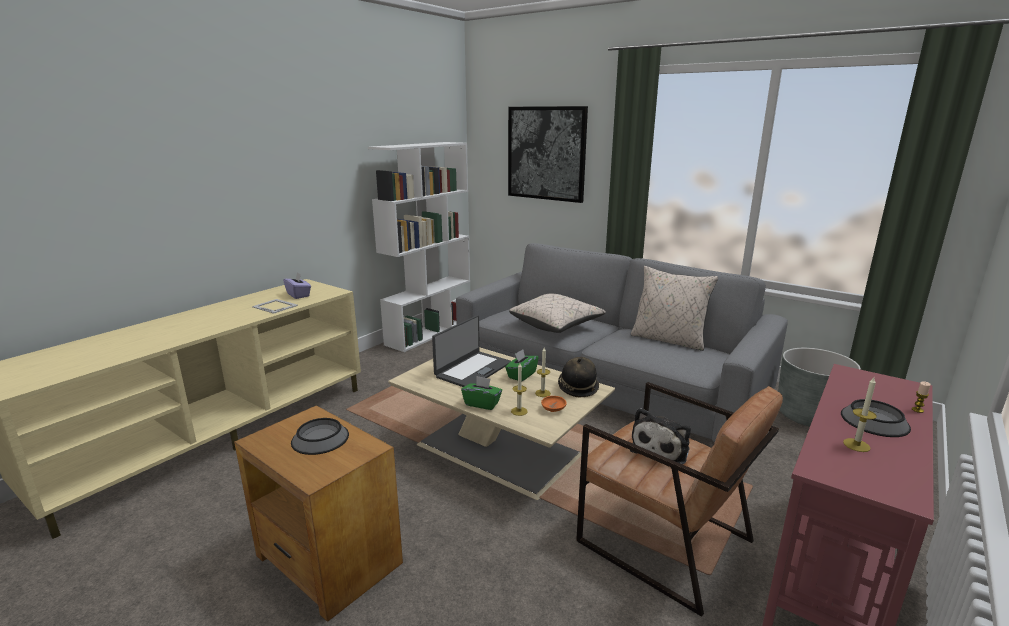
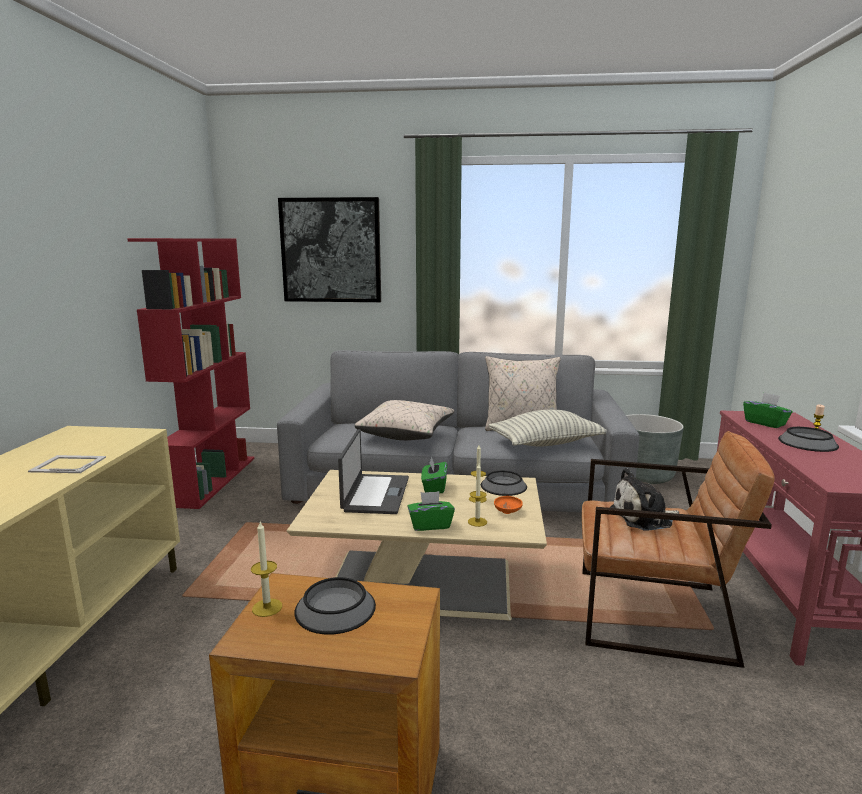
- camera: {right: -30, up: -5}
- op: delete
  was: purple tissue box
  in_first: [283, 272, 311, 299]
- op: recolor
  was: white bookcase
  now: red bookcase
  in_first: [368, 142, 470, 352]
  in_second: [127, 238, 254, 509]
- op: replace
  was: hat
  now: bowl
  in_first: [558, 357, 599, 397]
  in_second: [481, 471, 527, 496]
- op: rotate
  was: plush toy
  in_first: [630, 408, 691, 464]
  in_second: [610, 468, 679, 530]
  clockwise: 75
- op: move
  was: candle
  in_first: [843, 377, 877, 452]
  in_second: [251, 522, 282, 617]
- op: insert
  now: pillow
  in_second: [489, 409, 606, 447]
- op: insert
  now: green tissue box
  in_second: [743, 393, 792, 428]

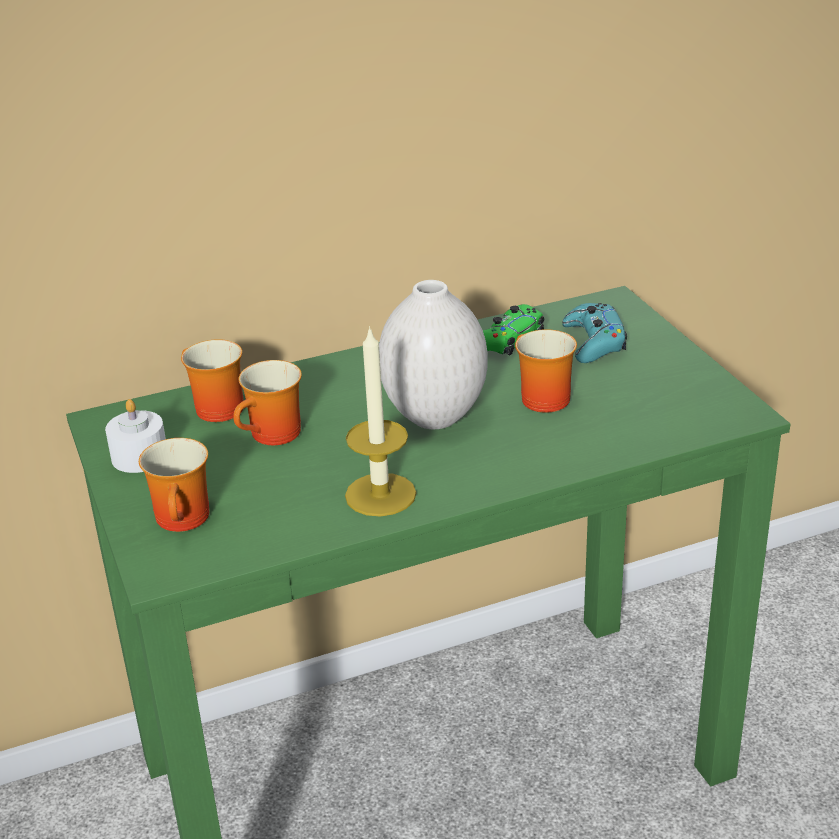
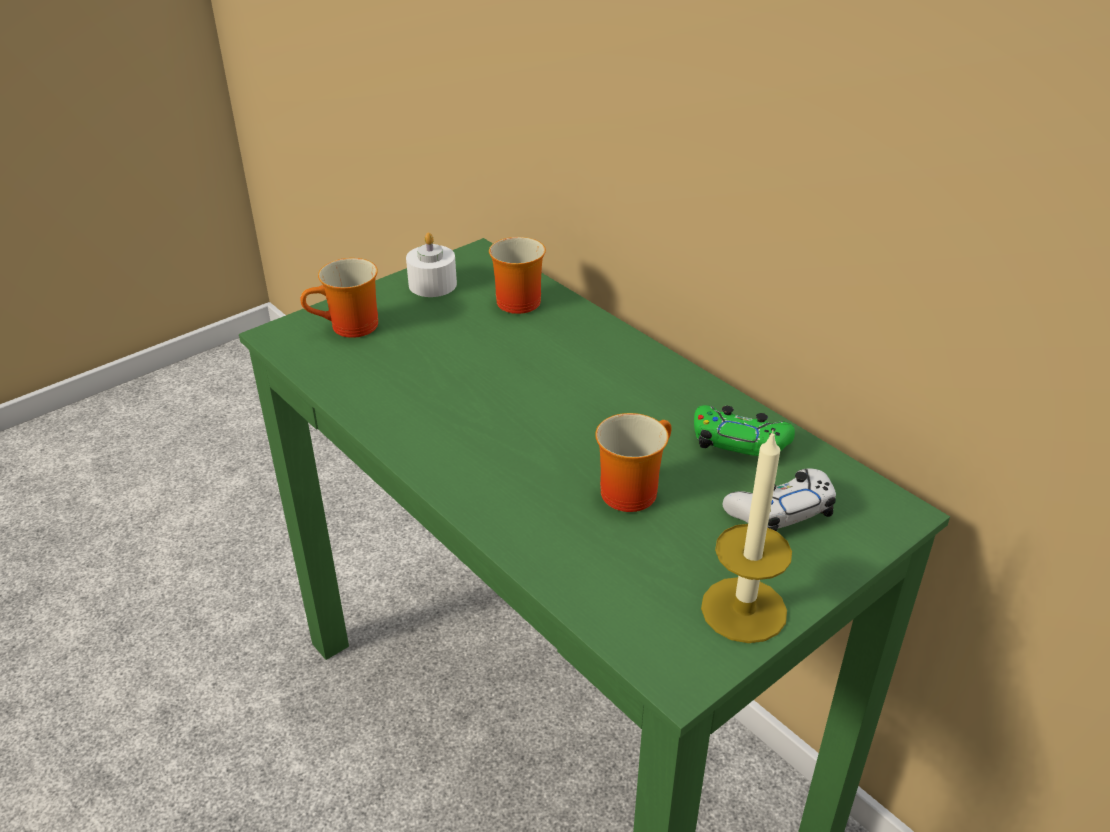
- camera: {right: 70, up: 5}
- op: delete
  was: mug
  in_first: [233, 360, 302, 445]
- op: move
  was: candle
  in_first: [345, 326, 416, 517]
  in_second: [701, 429, 792, 643]
- op: delete
  was: white vase
  in_first: [379, 280, 488, 429]
- op: recolor
  was: turquoise game controller
  now: white game controller
  in_first: [562, 303, 627, 363]
  in_second: [723, 468, 836, 531]

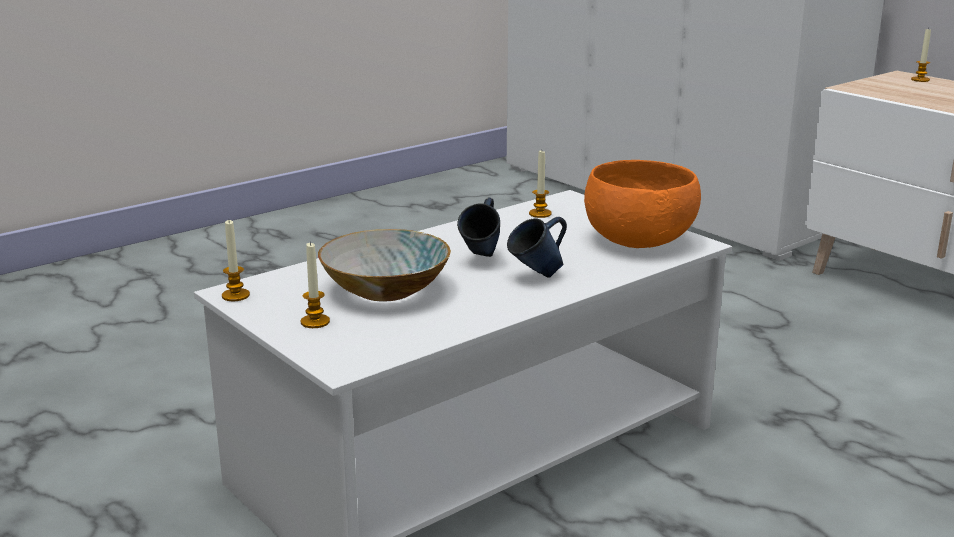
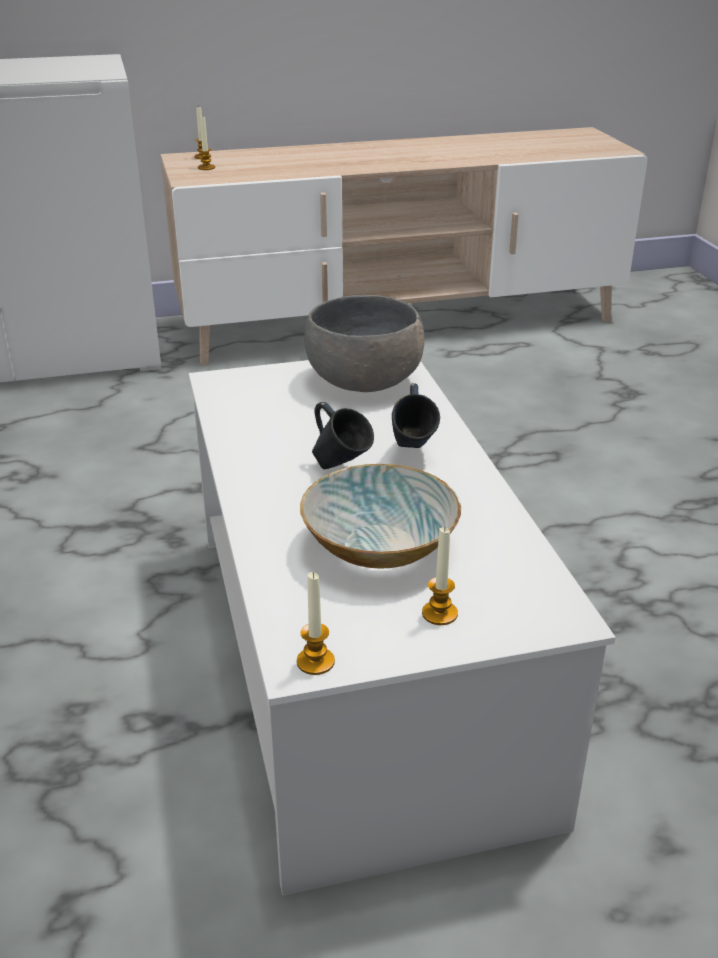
- camera: {right: -65, up: 10}
- op: move
  was: candle
  in_first: [529, 151, 552, 218]
  in_second: [198, 115, 215, 170]
- op: recolor
  was: orange bowl
  now: grey bowl
  in_first: [584, 160, 701, 248]
  in_second: [304, 295, 424, 392]

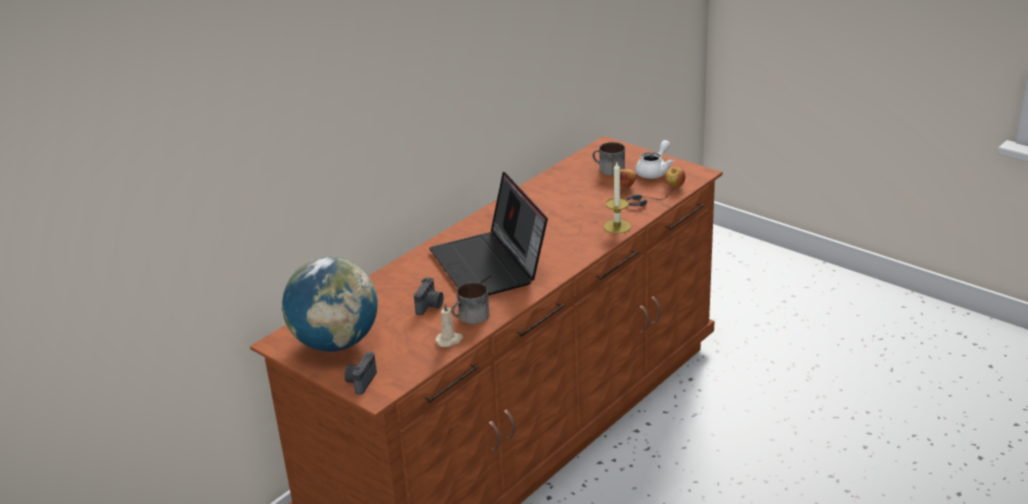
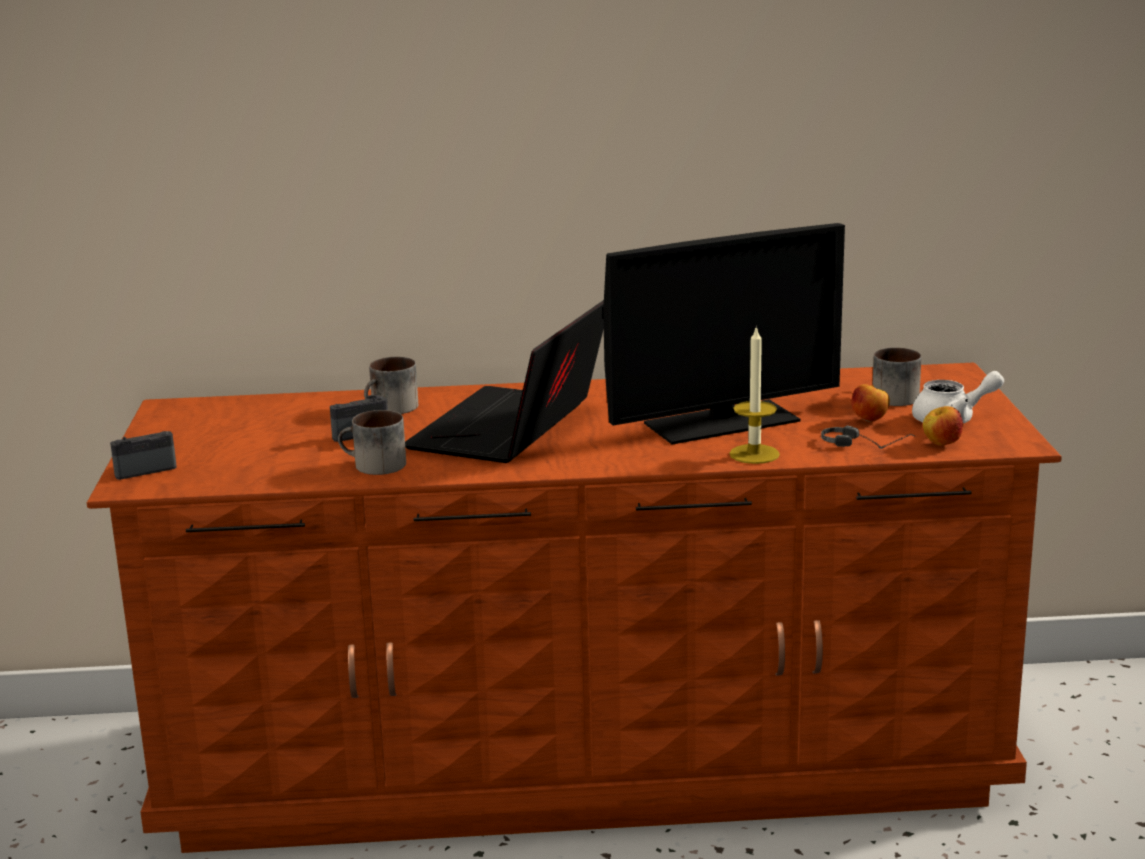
- camera: {right: 45, up: -10}
- op: delete
  was: globe
  in_first: [282, 257, 378, 352]
- op: delete
  was: beige candle
  in_first: [435, 302, 463, 347]
- op: insert
  now: mug
  in_second: [364, 357, 418, 414]
- op: insert
  now: monitor
  in_second: [603, 223, 845, 444]

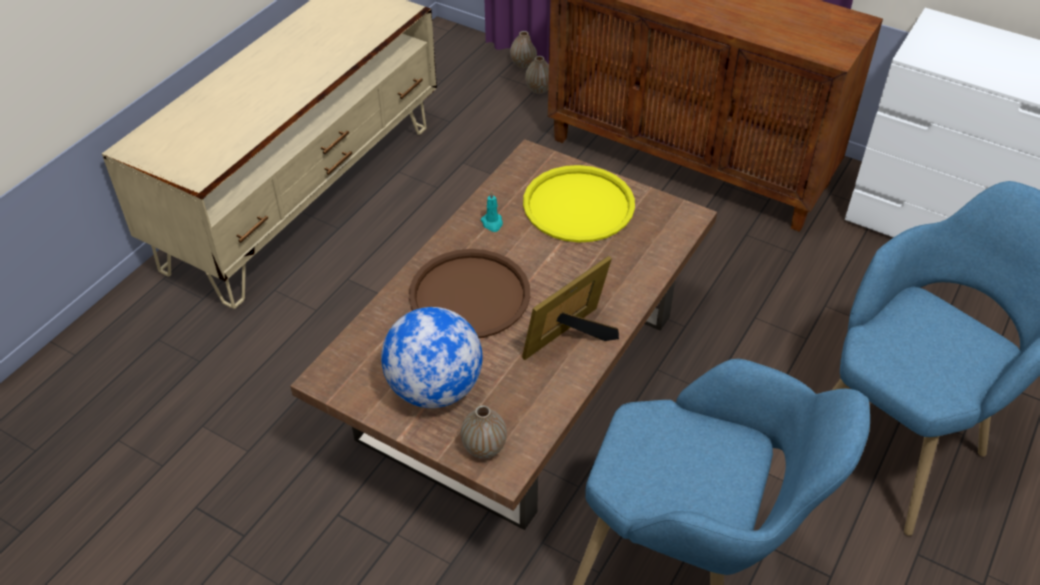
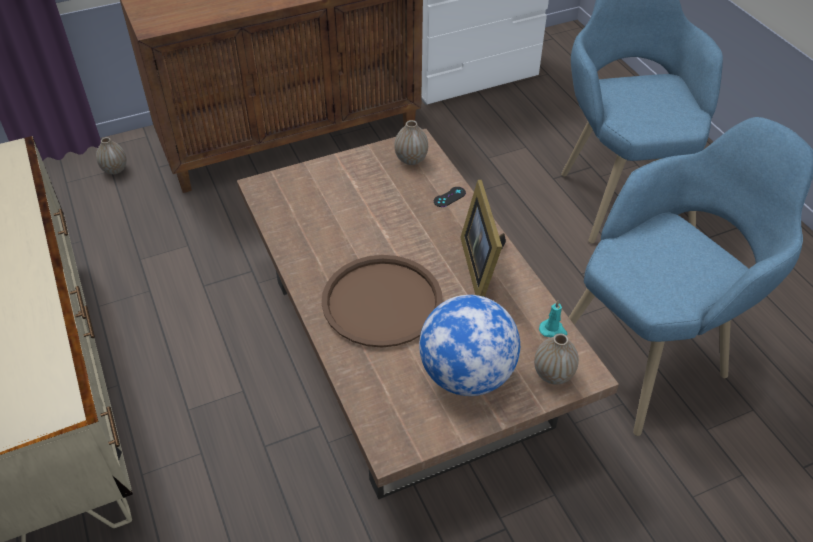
- camera: {right: -55, up: 0}
- op: move
  was: turquoise candle
  in_first: [481, 191, 503, 232]
  in_second: [539, 300, 568, 338]
- op: move
  was: vase
  in_first: [510, 31, 537, 68]
  in_second: [394, 120, 428, 165]
- op: delete
  was: yellow tray
  in_first: [523, 165, 635, 242]
- op: insert
  now: black game controller
  in_second: [434, 187, 466, 207]

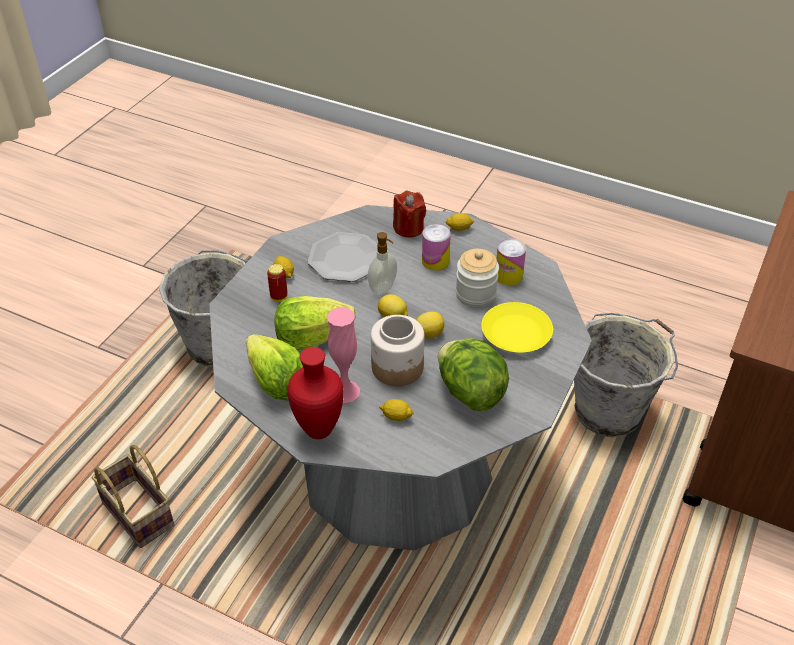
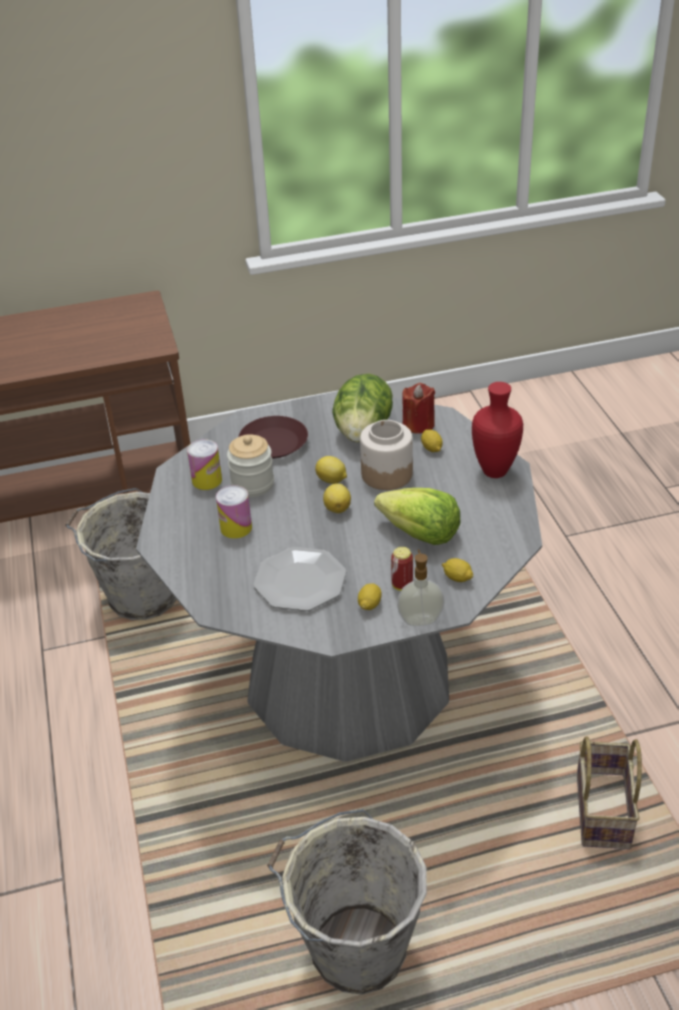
- camera: {right: -130, up: -5}
- op: delete
  was: lettuce
  in_first: [246, 334, 303, 401]
- op: delete
  was: pink vase
  in_first: [327, 307, 360, 403]
- op: move
  was: soap dispenser
  in_first: [368, 232, 397, 295]
  in_second: [397, 550, 445, 626]
- op: move
  was: red candle
  in_first: [393, 191, 426, 238]
  in_second: [402, 383, 435, 434]
- op: move
  was: lemon
  in_first: [446, 213, 474, 231]
  in_second: [442, 558, 473, 582]
- op: recolor
  was: yellow plate
  now: brown plate
  in_first: [482, 302, 553, 353]
  in_second: [239, 416, 308, 459]

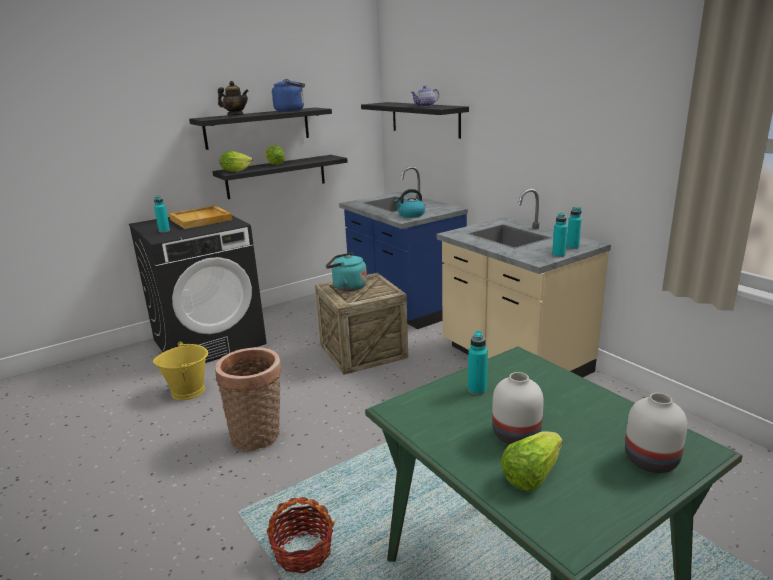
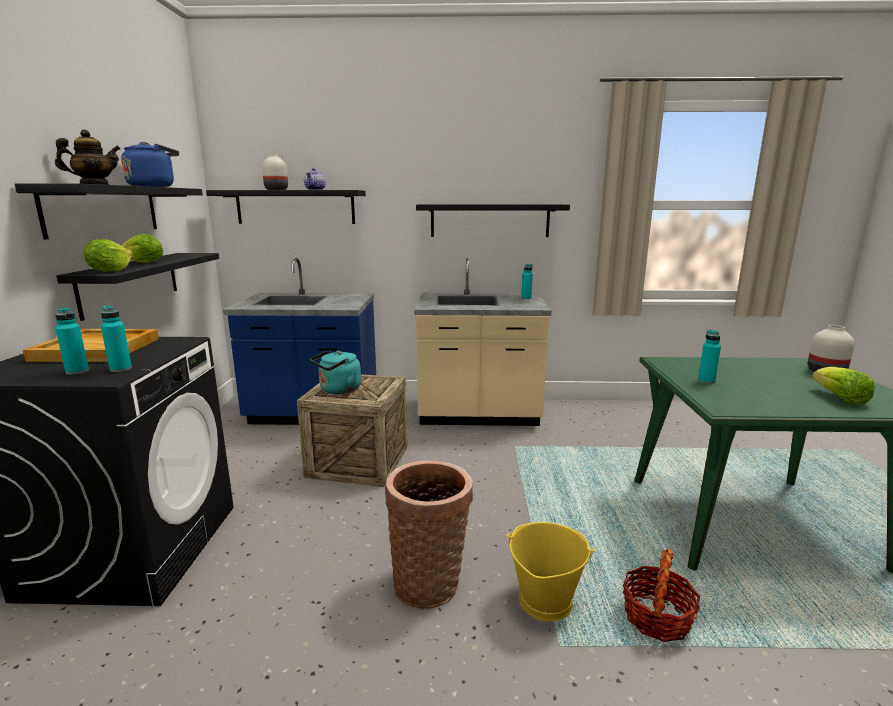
- camera: {right: -55, up: -5}
- op: move
  was: yellow bucket
  in_first: [153, 342, 208, 400]
  in_second: [506, 522, 595, 622]
- op: delete
  was: kettle
  in_first: [394, 189, 425, 218]
- op: move
  was: white vase
  in_first: [492, 372, 544, 444]
  in_second: [262, 155, 288, 190]
- op: move
  was: turquoise bottle
  in_first: [552, 213, 567, 257]
  in_second: [101, 305, 132, 372]
- op: insert
  now: black shelf
  in_second: [416, 204, 570, 237]

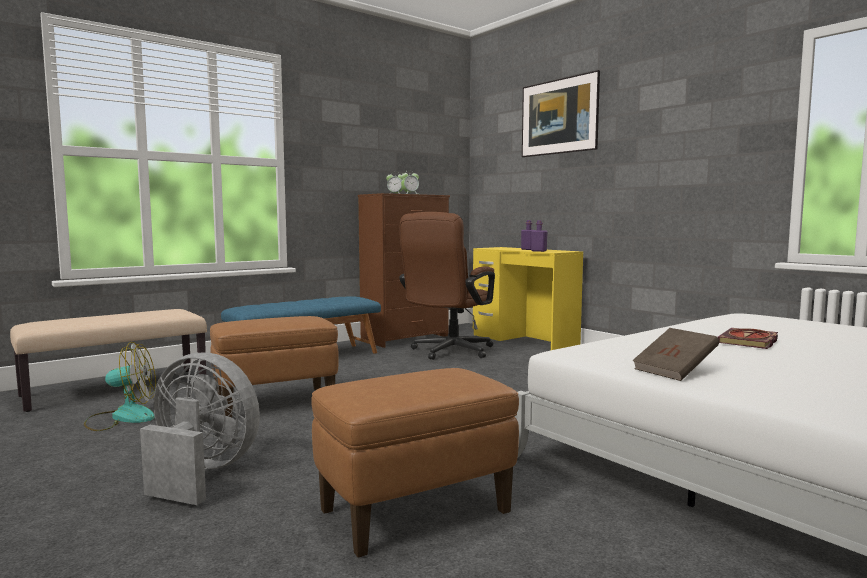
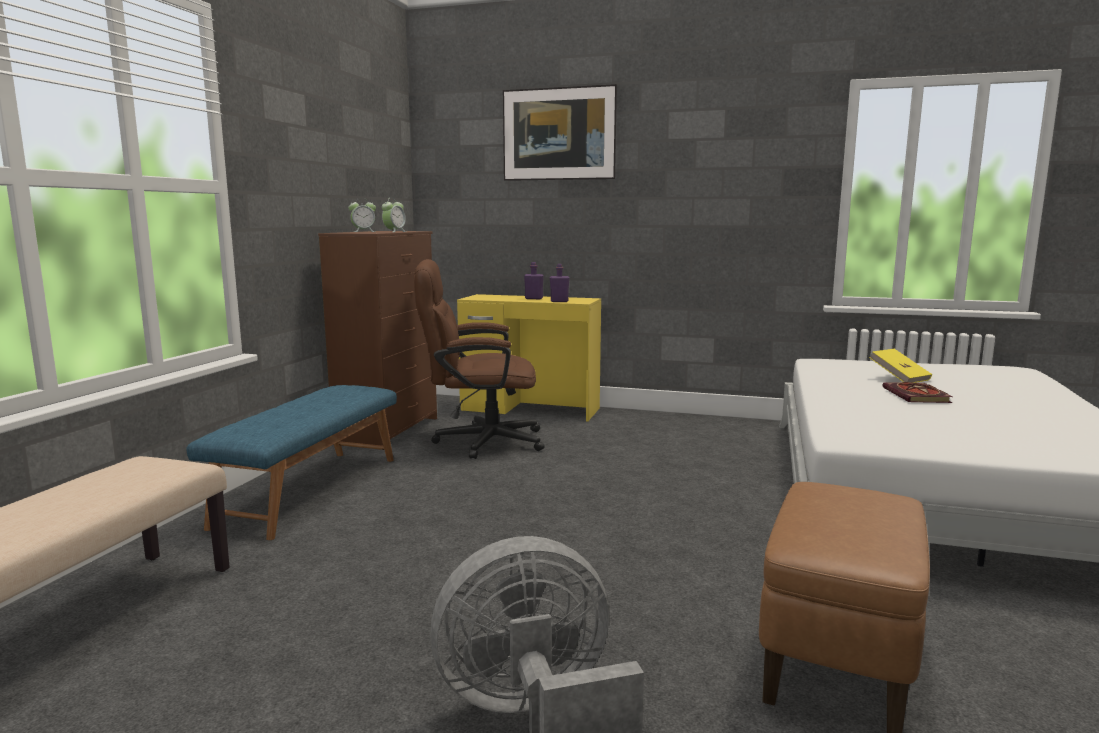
- camera: {right: -35, up: 5}
- op: delete
  was: fan
  in_first: [84, 342, 156, 431]
- op: delete
  was: brown ottoman
  in_first: [210, 316, 339, 417]
- op: rotate
  was: brown office chair
  in_first: [399, 212, 495, 360]
  in_second: [414, 259, 545, 459]
  clockwise: 90
- op: delete
  was: brown book
  in_first: [632, 328, 719, 381]
- op: insert
  now: yellow book
  in_second: [869, 349, 932, 383]

